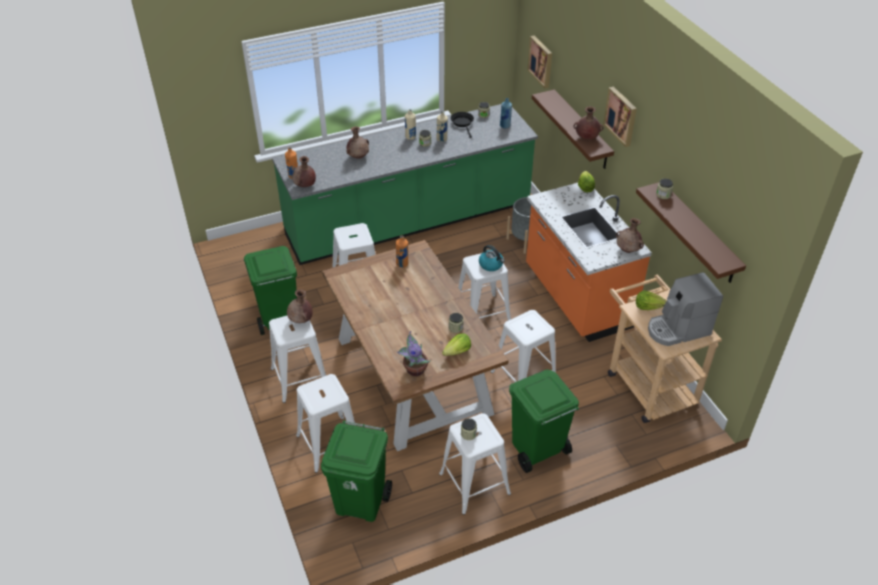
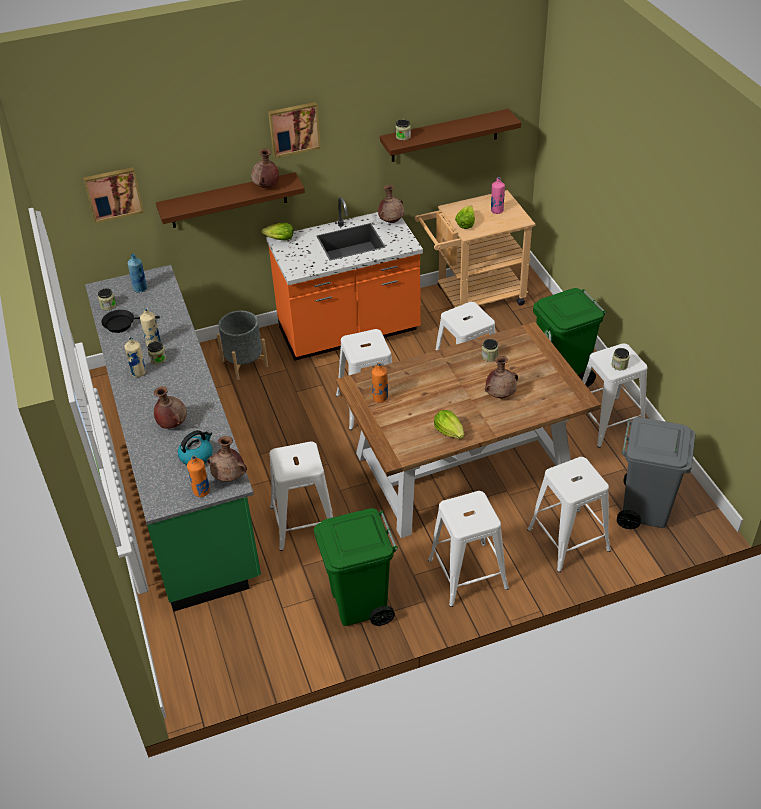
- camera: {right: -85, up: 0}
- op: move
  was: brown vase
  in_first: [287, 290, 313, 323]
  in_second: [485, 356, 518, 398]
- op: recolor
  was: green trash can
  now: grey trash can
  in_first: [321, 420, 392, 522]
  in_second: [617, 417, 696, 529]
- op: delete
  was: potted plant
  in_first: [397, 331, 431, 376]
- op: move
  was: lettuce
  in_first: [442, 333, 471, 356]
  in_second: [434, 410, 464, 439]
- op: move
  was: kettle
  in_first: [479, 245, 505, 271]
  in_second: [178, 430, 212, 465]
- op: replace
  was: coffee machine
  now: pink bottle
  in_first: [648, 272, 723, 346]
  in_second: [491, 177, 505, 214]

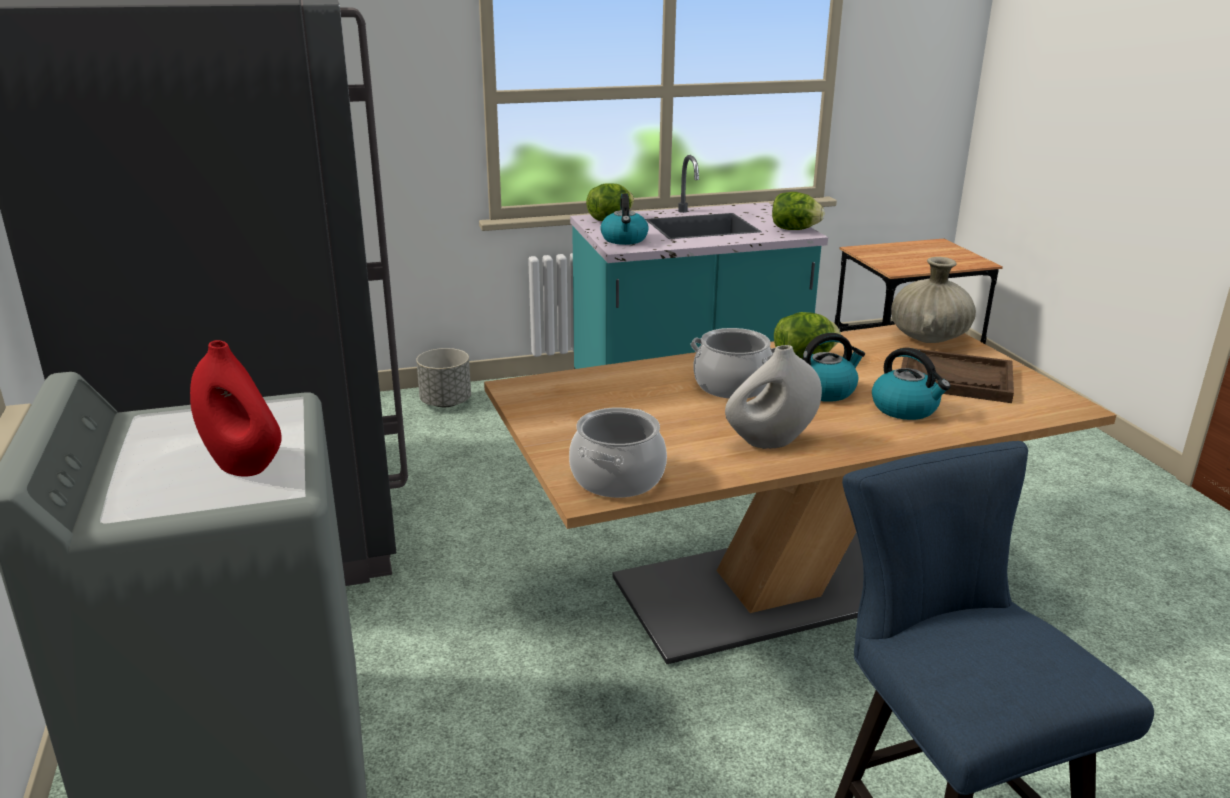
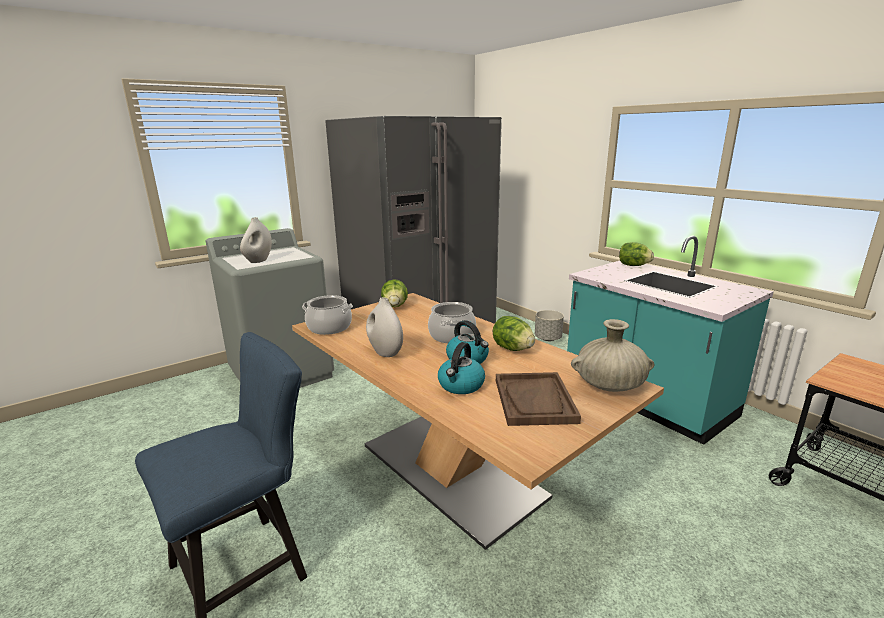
- camera: {right: 70, up: -5}
- op: recolor
  was: red vase
  now: white vase
  in_first: [190, 340, 282, 477]
  in_second: [240, 217, 272, 263]
- op: delete
  was: kettle
  in_first: [600, 194, 649, 245]
- op: move
  was: lettuce
  in_first: [772, 192, 825, 230]
  in_second: [381, 279, 408, 307]

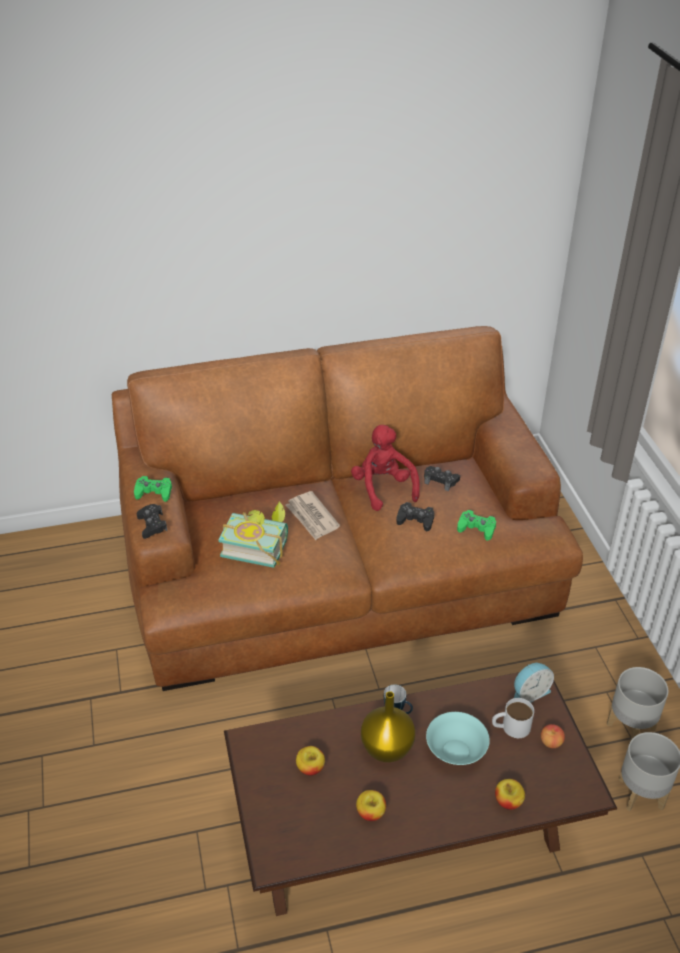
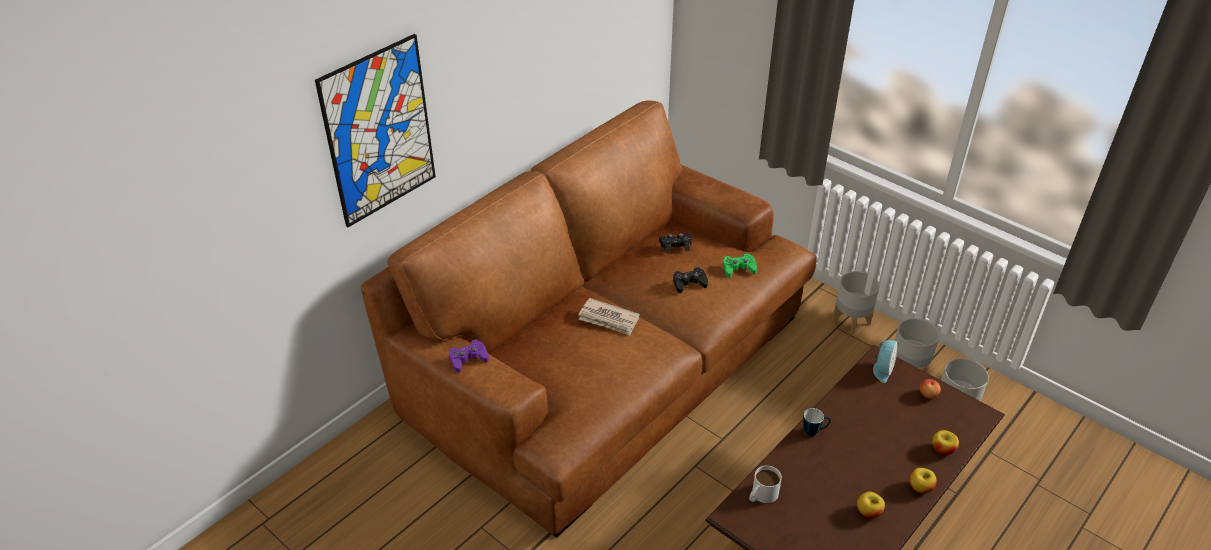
- camera: {right: -35, up: 0}
- op: recolor
  was: green game controller
  now: purple game controller
  in_first: [134, 476, 172, 502]
  in_second: [449, 339, 489, 373]
- op: delete
  was: black game controller
  in_first: [137, 504, 167, 539]
- op: delete
  was: book
  in_first: [219, 501, 288, 568]
- op: move
  was: apple
  in_first: [296, 746, 325, 776]
  in_second: [909, 468, 937, 493]
- op: delete
  was: red plush toy
  in_first: [351, 425, 420, 511]
- op: delete
  was: yellow vase
  in_first: [361, 691, 415, 762]
- op: delete
  was: turquoise bowl
  in_first: [426, 712, 490, 765]
- op: move
  was: white mug
  in_first: [492, 698, 534, 738]
  in_second: [749, 466, 782, 503]
- op: insert
  now: picture
  in_second: [315, 34, 436, 227]
- op: insert
  now: grey planter
  in_second: [833, 271, 879, 335]

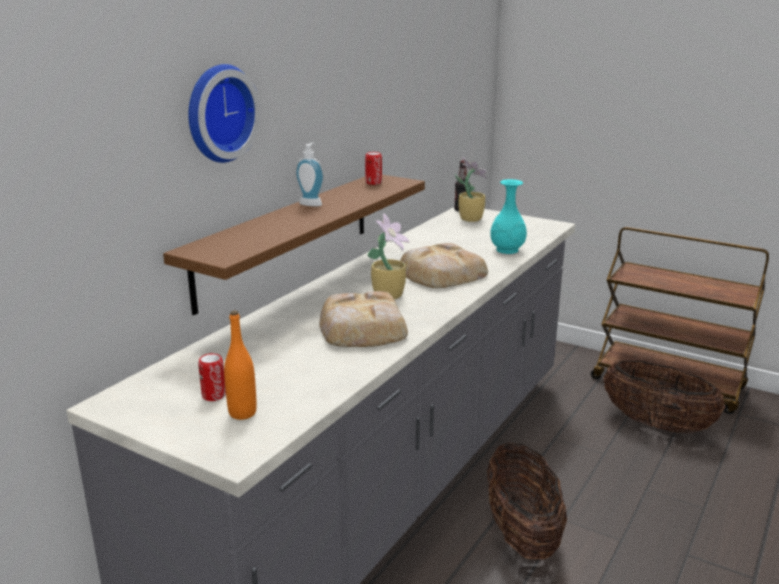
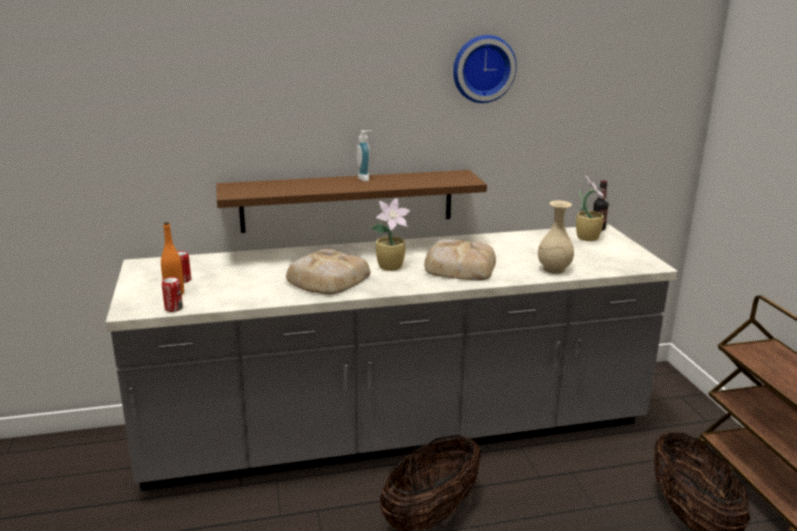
- camera: {right: 45, up: 0}
- op: move
  was: wall clock
  in_first: [188, 64, 261, 163]
  in_second: [453, 35, 517, 103]
- op: move
  was: can
  in_first: [365, 152, 382, 185]
  in_second: [162, 277, 183, 312]
- op: recolor
  was: turquoise vase
  now: beige vase
  in_first: [490, 179, 527, 254]
  in_second: [538, 201, 574, 274]

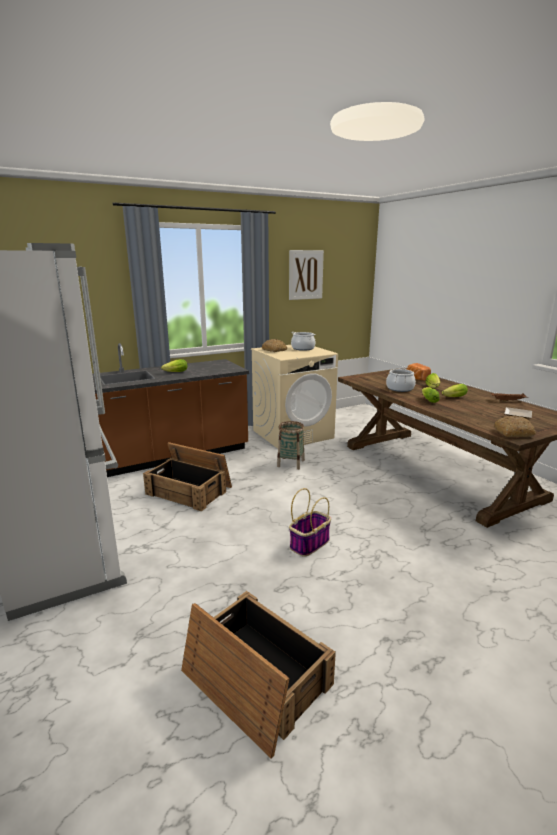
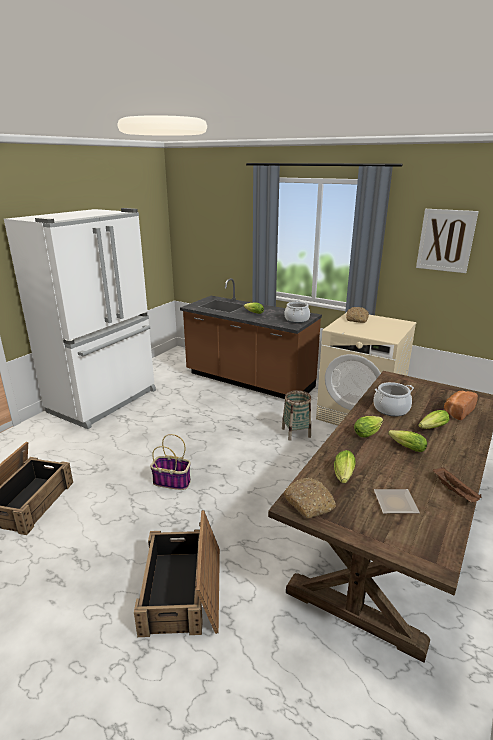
- camera: {right: 60, up: 5}
- op: move
  was: crate
  in_first: [143, 442, 232, 511]
  in_second: [134, 510, 220, 637]
- op: move
  was: cooking pot
  in_first: [291, 332, 316, 351]
  in_second: [284, 300, 310, 323]
- op: insert
  now: lettuce
  in_second: [334, 450, 356, 483]

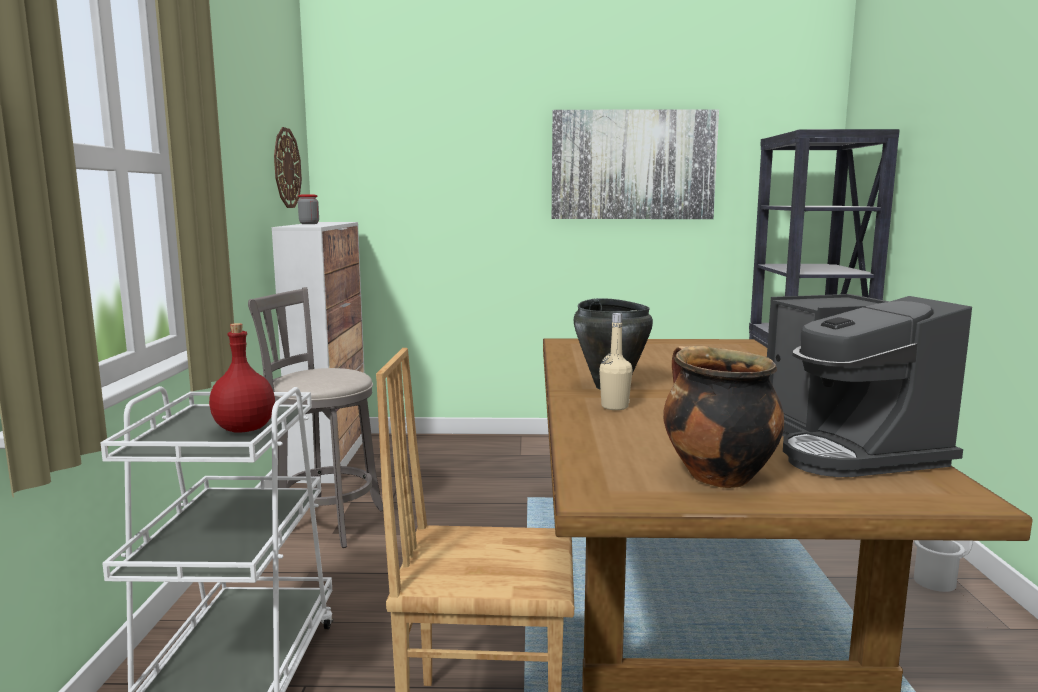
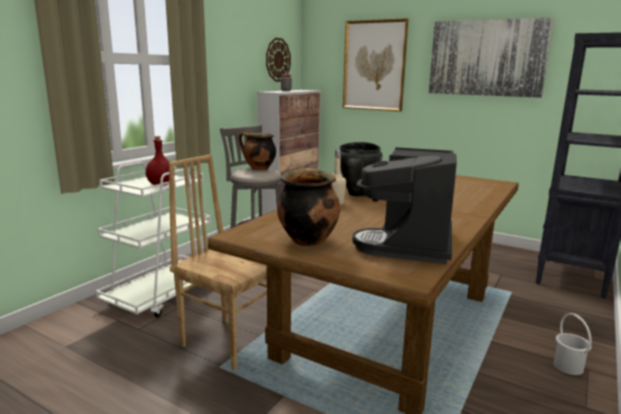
- camera: {right: 30, up: 5}
- op: insert
  now: cooking pot
  in_second: [239, 132, 276, 170]
- op: insert
  now: picture
  in_second: [343, 18, 408, 111]

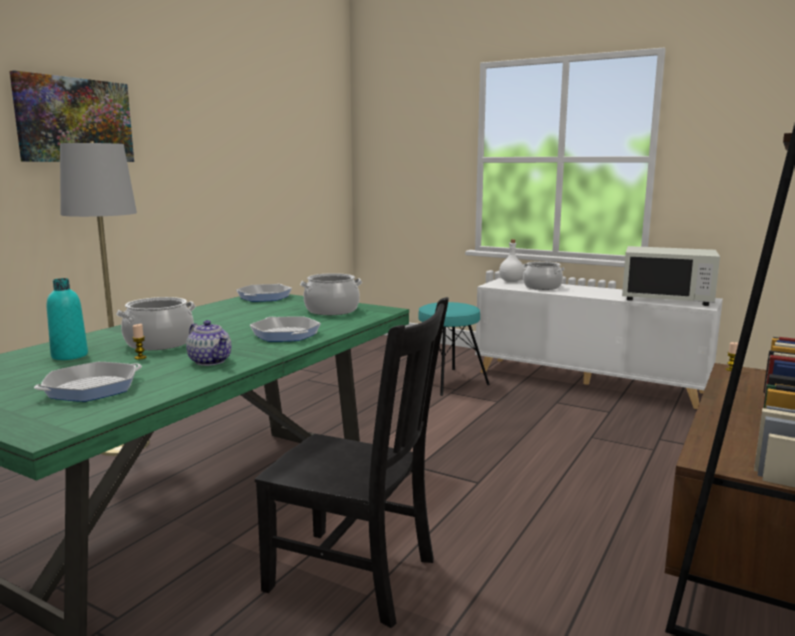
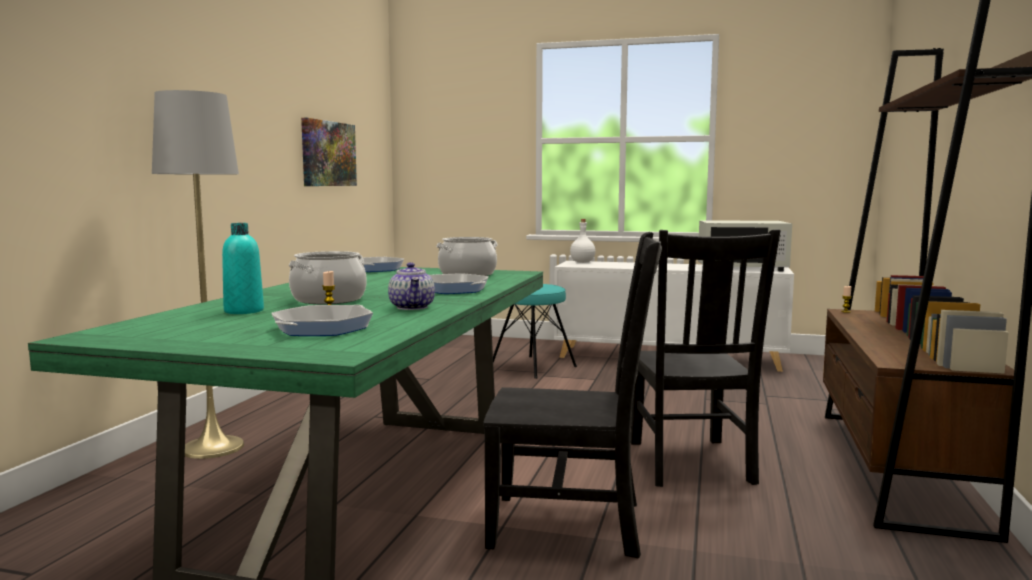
- camera: {right: -15, up: -5}
- op: move
  was: picture
  in_first: [9, 70, 134, 162]
  in_second: [301, 118, 357, 186]
- op: rotate
  was: teapot
  in_first: [186, 320, 232, 366]
  in_second: [388, 262, 435, 310]
  clockwise: 45
- op: delete
  was: cooking pot
  in_first: [522, 261, 565, 290]
- op: insert
  now: black chair
  in_second: [631, 229, 781, 487]

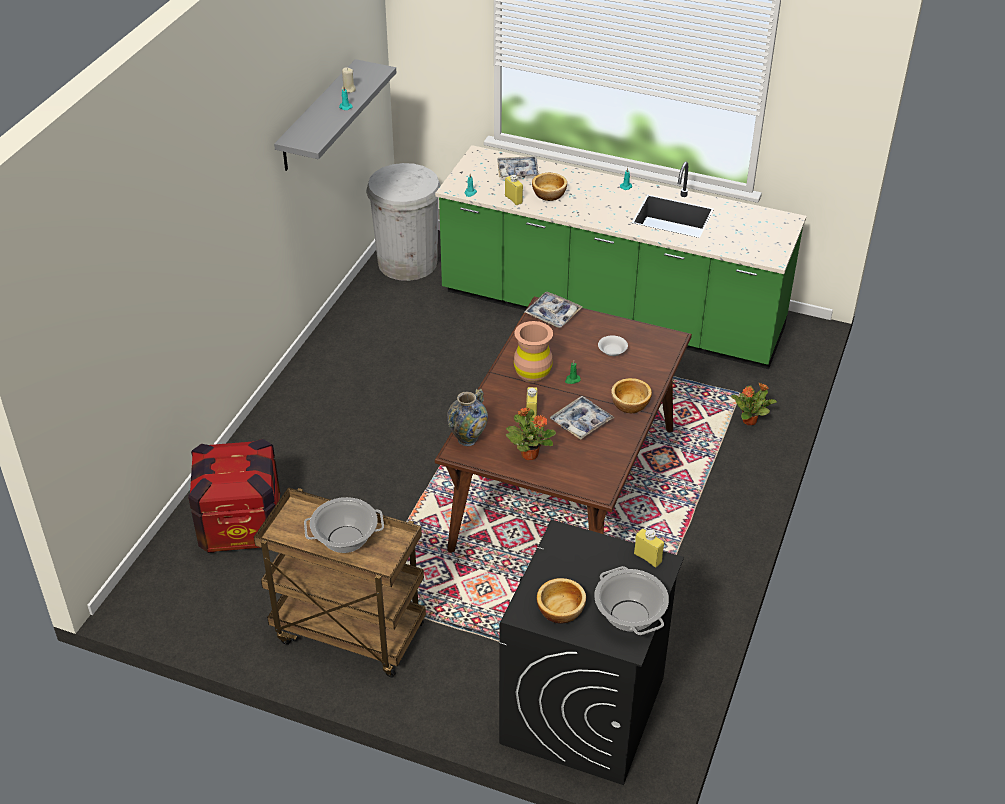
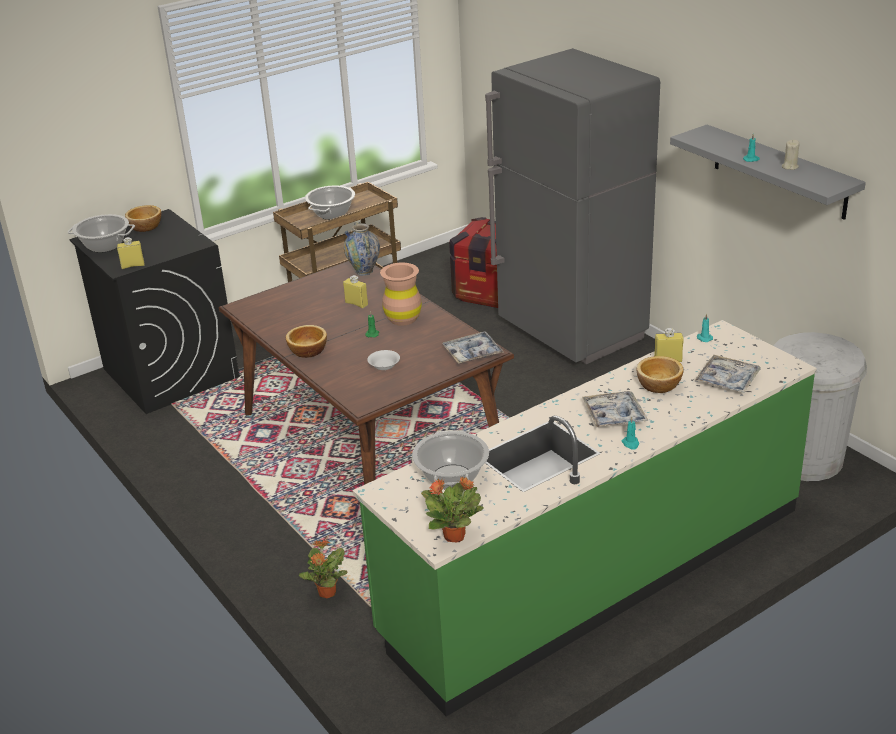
- camera: {right: 125, up: -10}
- op: move
  was: potted plant
  in_first: [506, 408, 556, 460]
  in_second: [421, 477, 484, 542]
- op: move
  was: tray
  in_first: [550, 396, 614, 440]
  in_second: [582, 391, 648, 427]
- op: insert
  now: cooking pot
  in_second: [412, 430, 489, 489]
- op: insert
  now: grey fridge
  in_second: [485, 48, 660, 364]

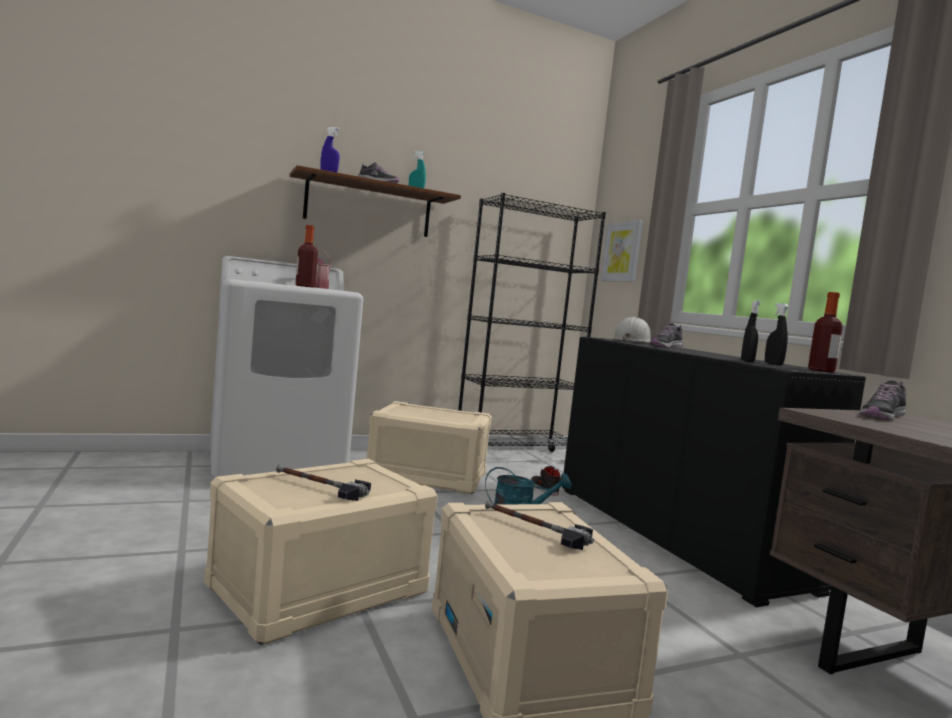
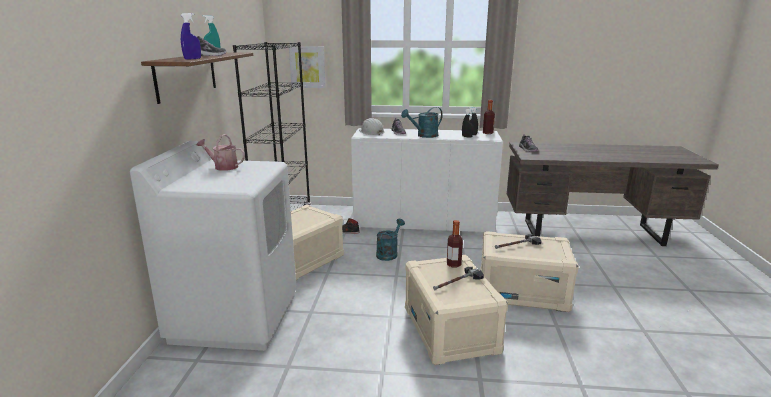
- camera: {right: -60, up: 15}
- op: move
  was: bottle
  in_first: [296, 225, 318, 287]
  in_second: [447, 220, 463, 267]
- op: recolor
  was: black cabinet
  now: white cabinet
  in_first: [562, 337, 866, 607]
  in_second: [351, 128, 503, 232]
- op: insert
  now: turquoise watering can
  in_second: [401, 107, 443, 138]

